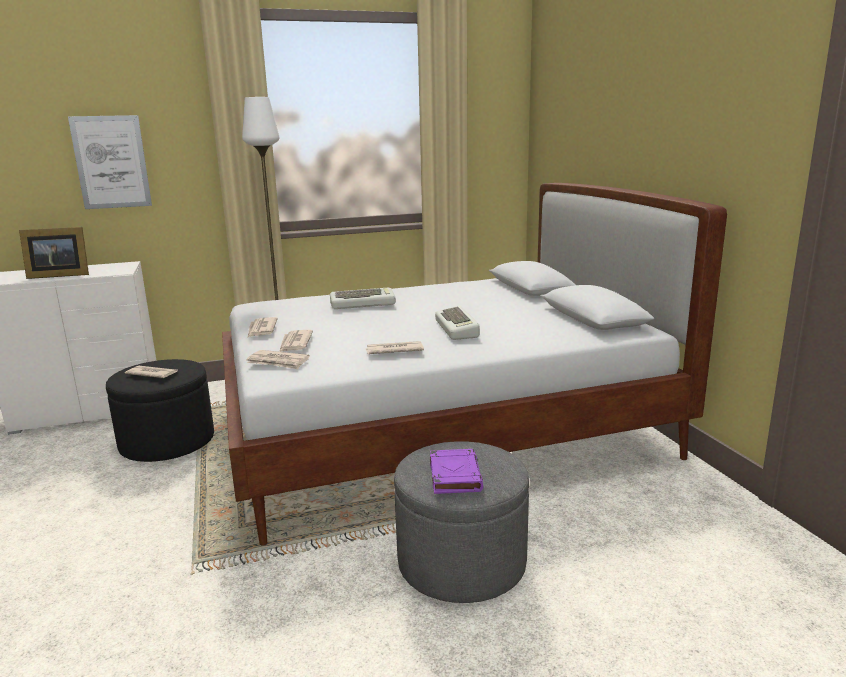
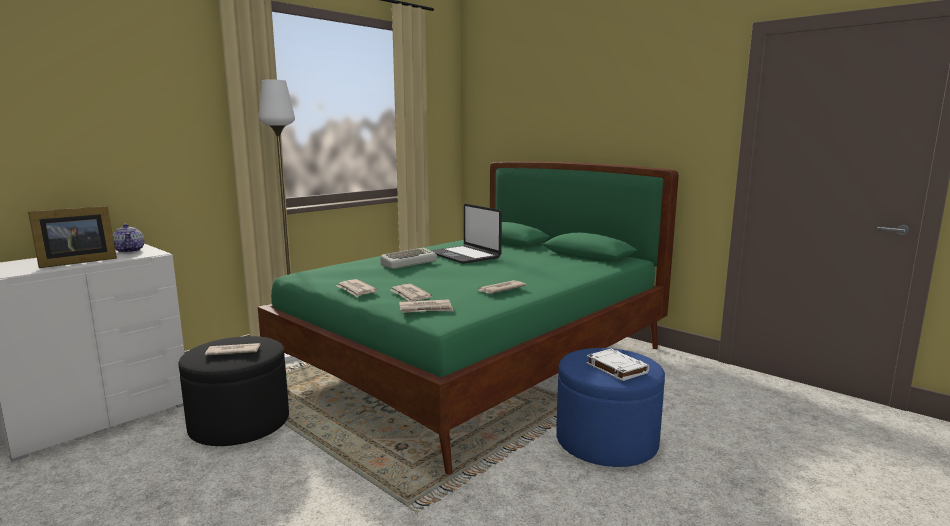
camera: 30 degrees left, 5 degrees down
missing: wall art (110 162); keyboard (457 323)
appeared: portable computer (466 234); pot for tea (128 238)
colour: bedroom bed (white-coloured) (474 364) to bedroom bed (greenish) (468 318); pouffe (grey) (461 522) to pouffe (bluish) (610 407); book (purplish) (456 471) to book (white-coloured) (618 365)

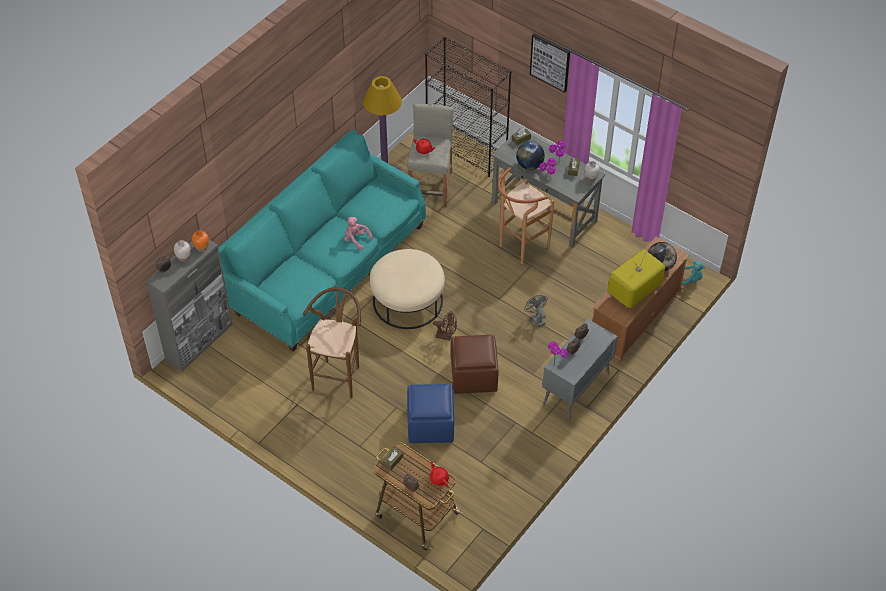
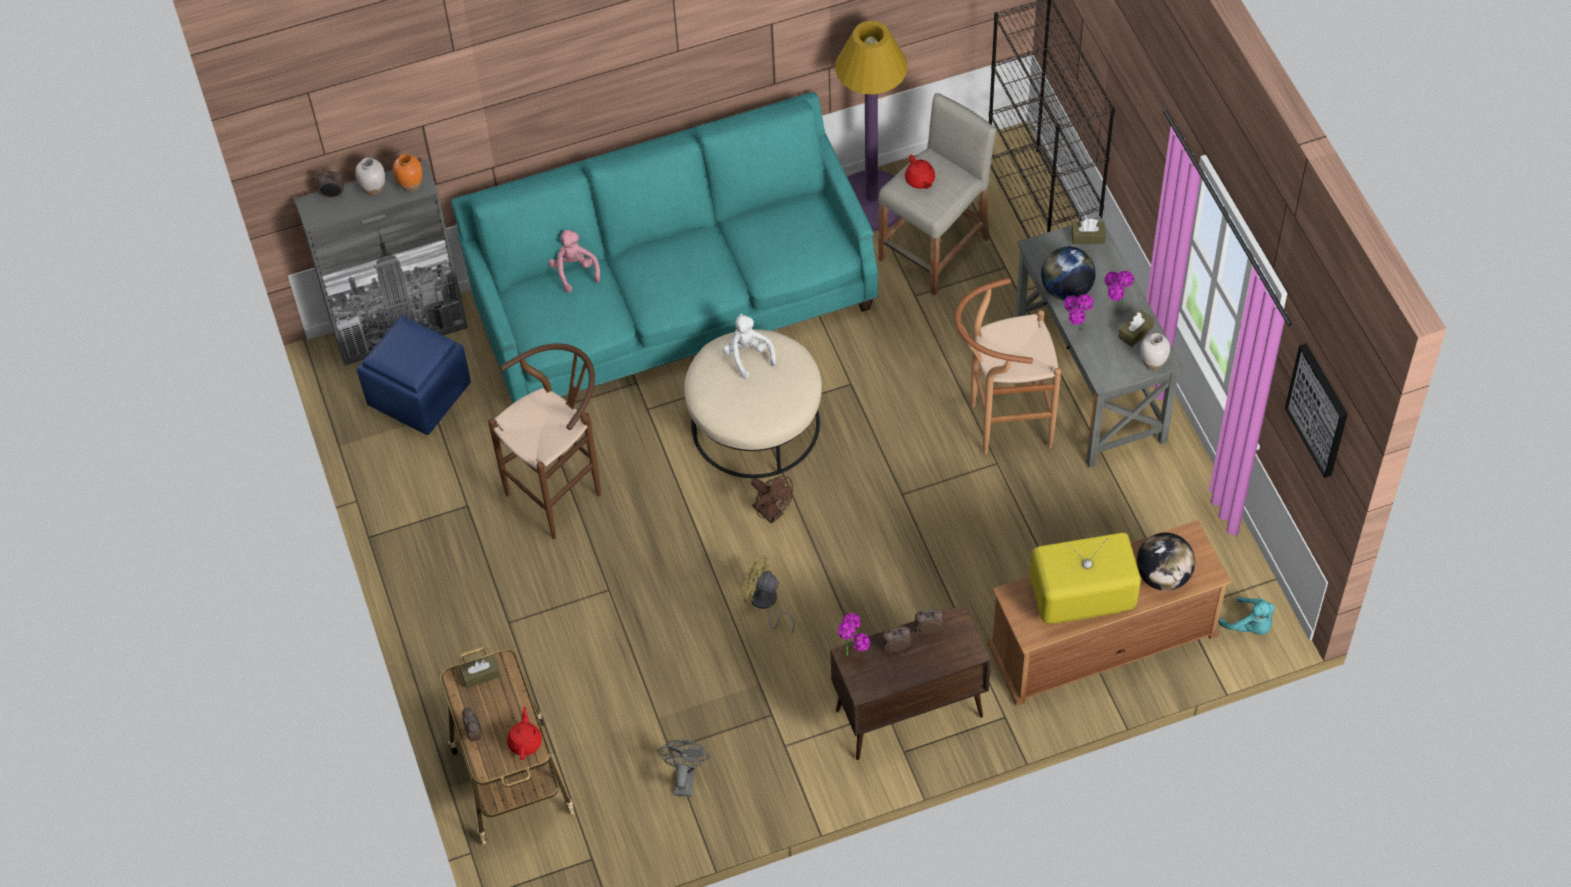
camera: 35 degrees right, 5 degrees up
appeared: soft toy (white-coloured) (749 346)
relocated: wall art (550 63) to (1316 411); soft toy (pink) (358 233) to (574 261); fan (grey) (536 311) to (683 768); pouffe (bluish) (430 413) to (414 375)
exchanged: pouffe (brown) (475 364) to fan (yellowish) (768 594)
colour: cupboard (grey) (579 370) to cupboard (brown) (910 682)

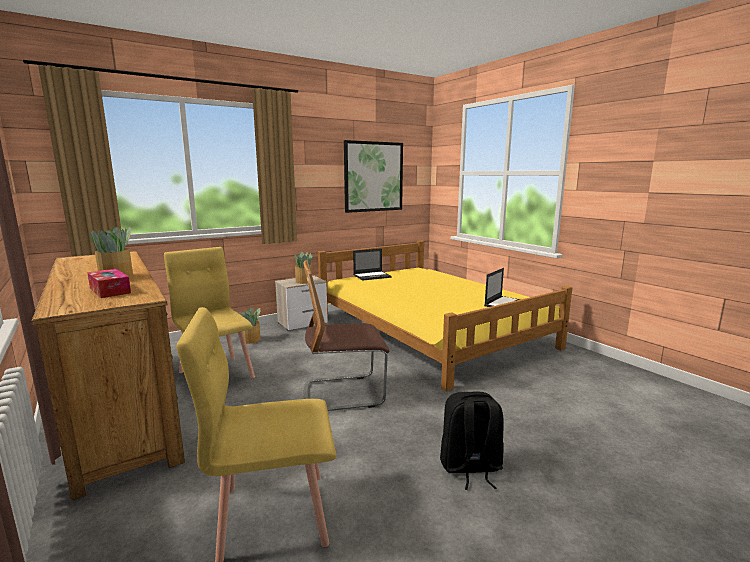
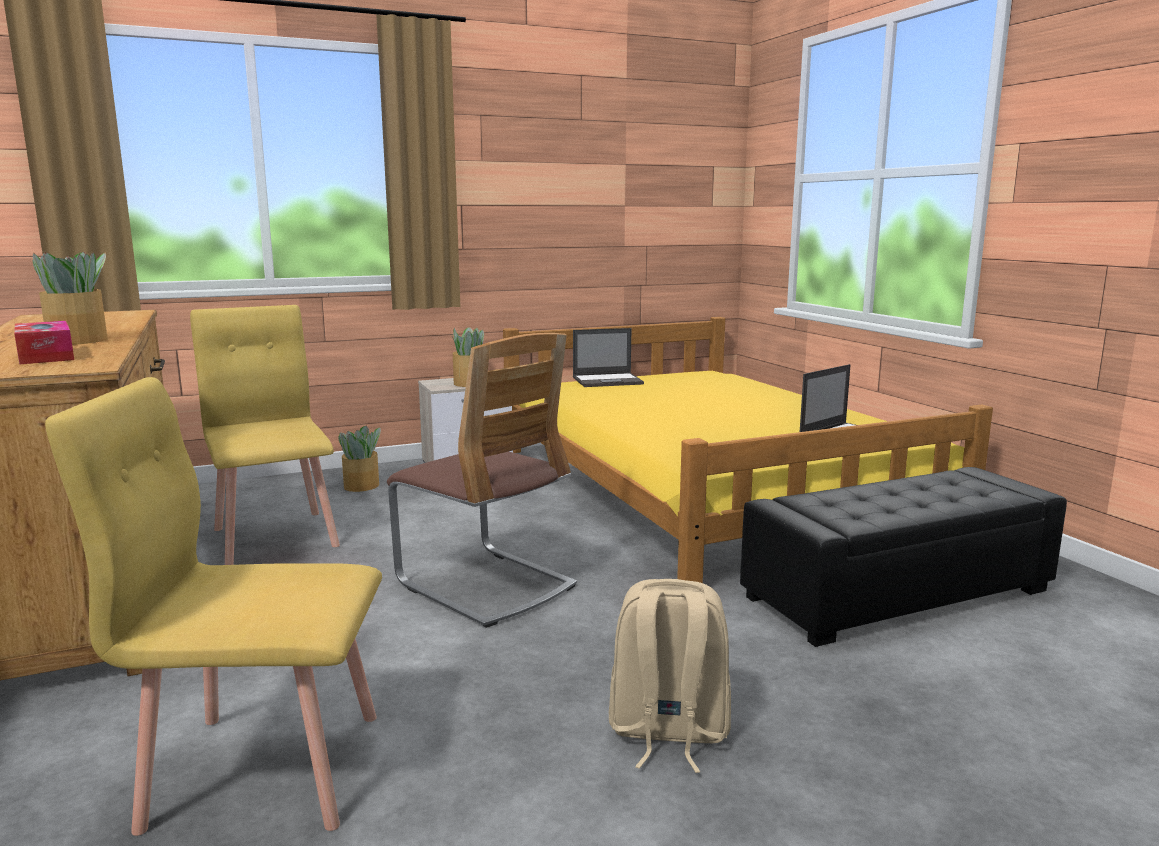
camera: 10 degrees right, 0 degrees up
missing: wall art (373 176)
appeared: pouffe (black) (903 557)
colour: rucksack (black) (472 441) to rucksack (beige) (670 676)
spun: plain chair (346 335) = (482 480) 135 degrees counterclockwise

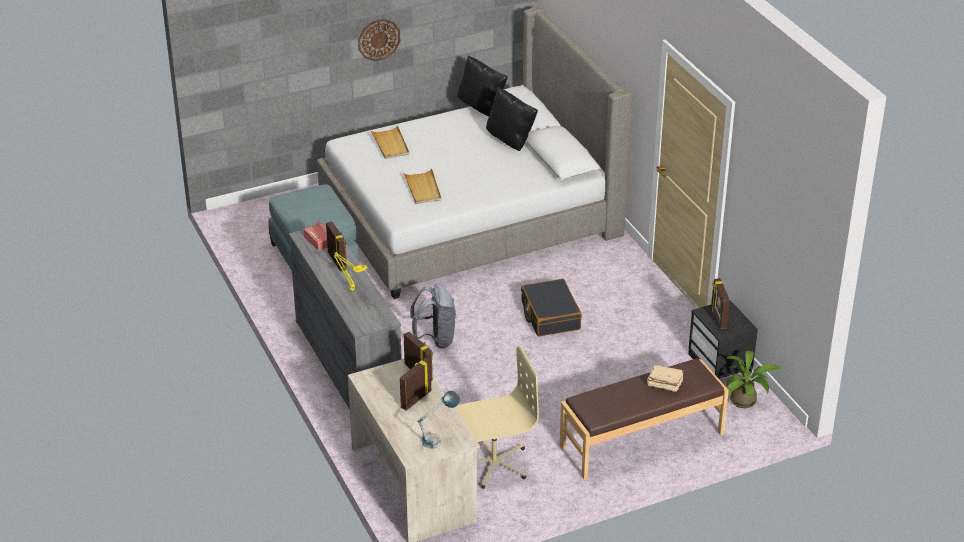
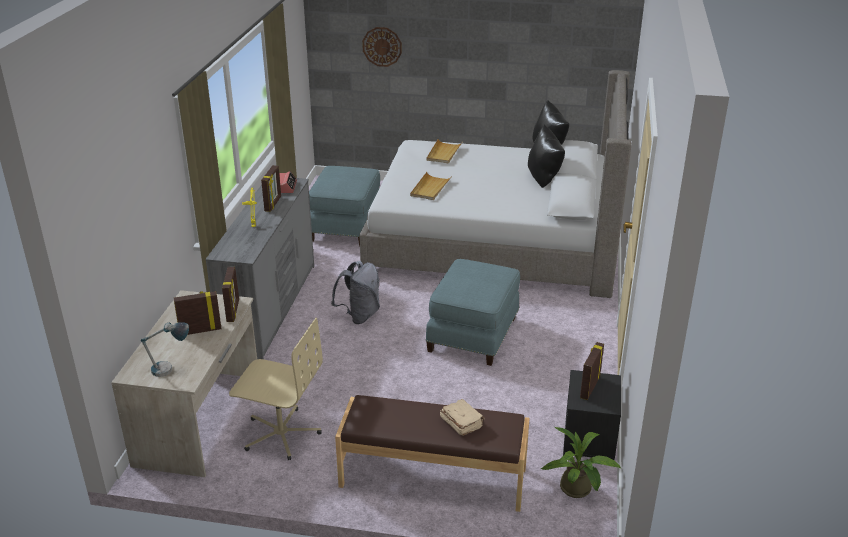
camera: 35 degrees right, 5 degrees down
relocated: clock on the wall (379 40) to (382 47)
exchanged: travel case (black) (551 308) to pouffe (bluish) (473 312)

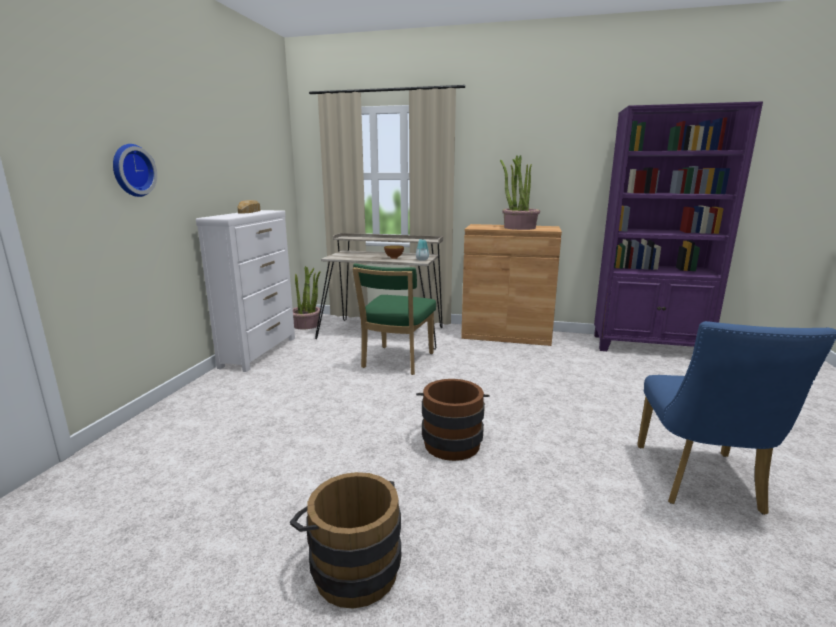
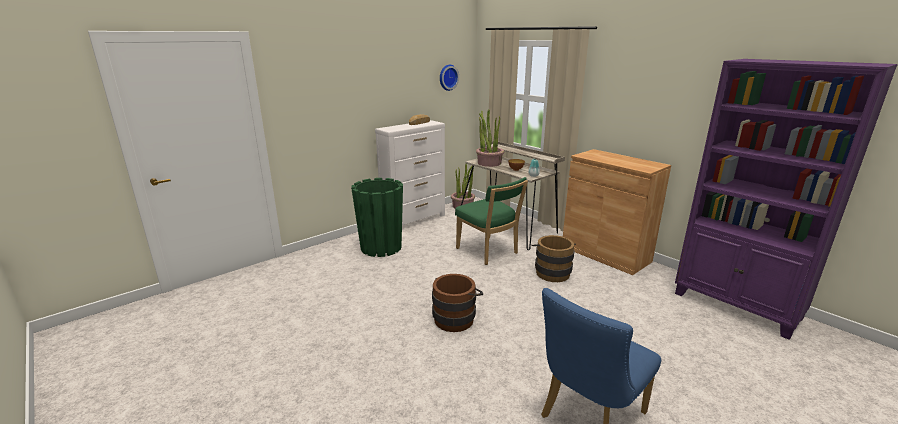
camera: 35 degrees right, 5 degrees up
appeared: planter (greenish) (377 217)
relocated: clock on the wall (135 170) to (449 78); houseplant (520 192) to (490 138); pail (brown) (345 540) to (553 258)
spun: plain chair (greenish) (394 319) = (491 221) 90 degrees counterclockwise

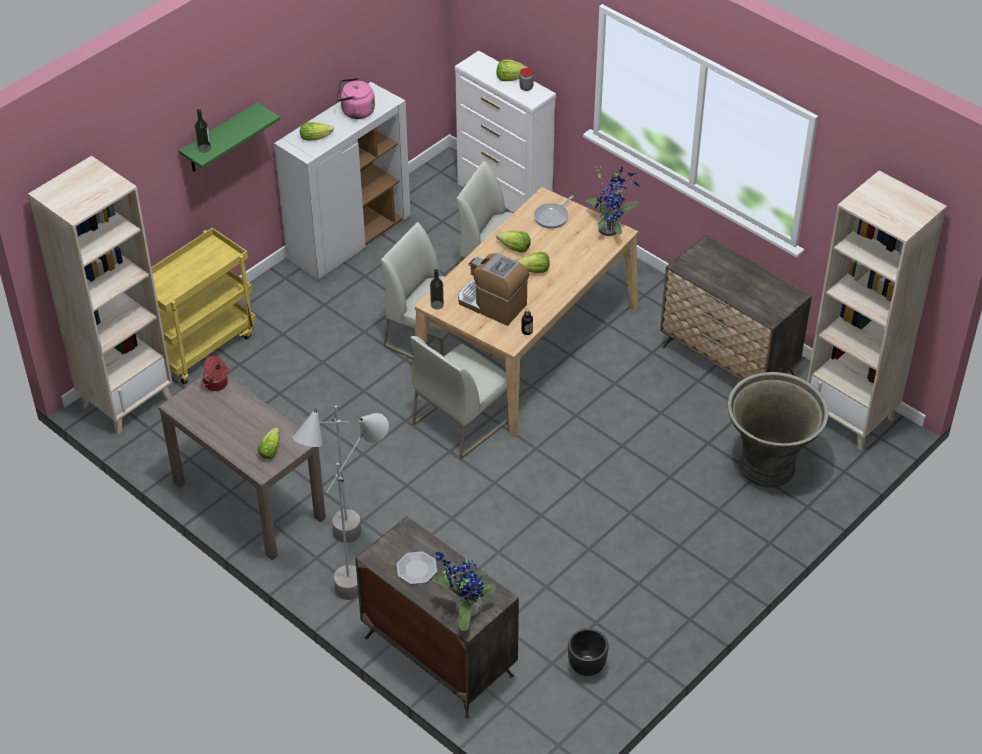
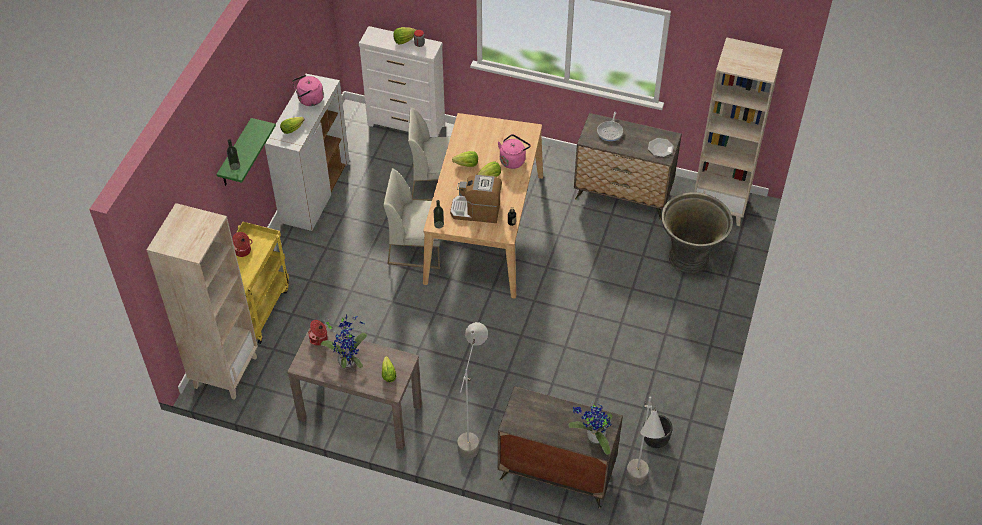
camera: 25 degrees left, 5 degrees up
missing: plain chair (white-coloured) (459 398)
appeared: water kettle (pink) (514 151); saucepot (242 244)
relocated: houseplant (613 201) to (343 341); frying pan (554 212) to (610 126); floor lamp (grey) (327 474) to (645 441); flat dish (416 567) to (661 147)

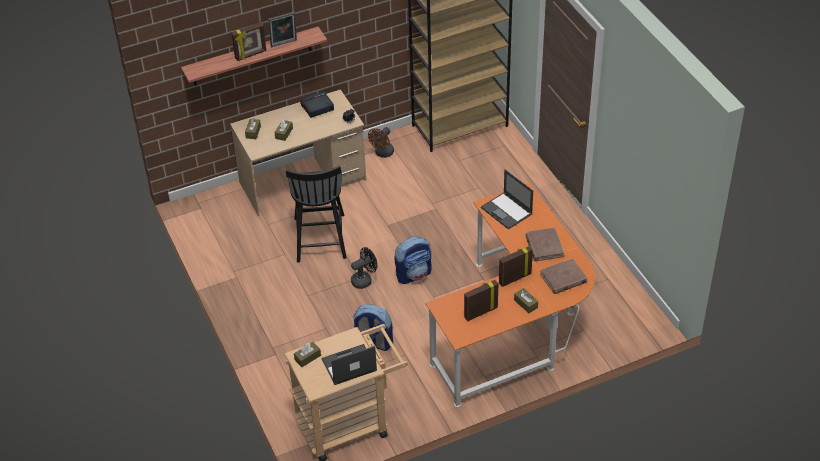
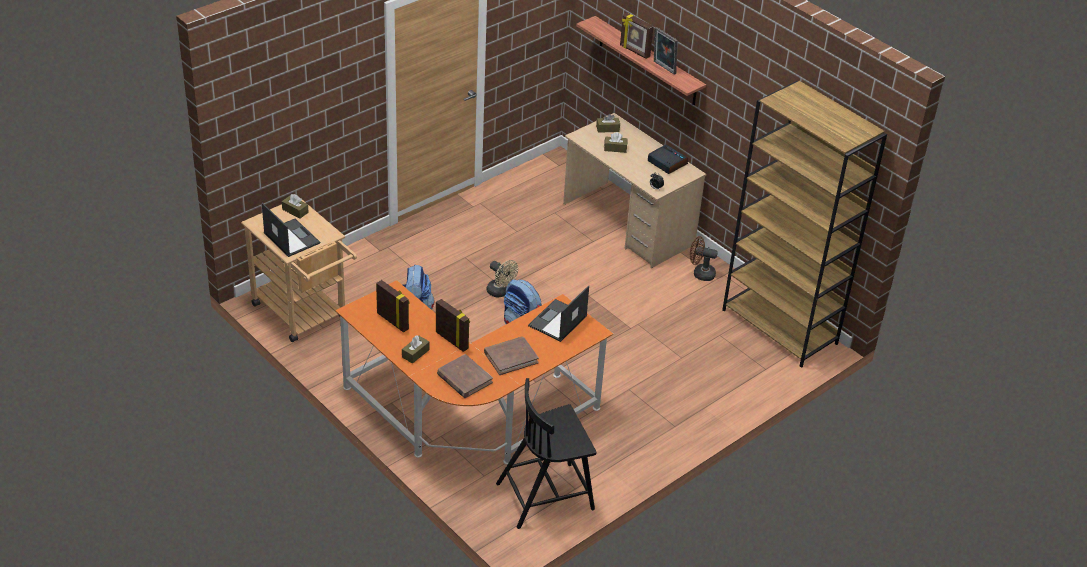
camera: 70 degrees right, 5 degrees down
relocated: plain chair (black) (316 213) to (546 453)
colour: fan (black) (364 268) to fan (beige) (502 278)

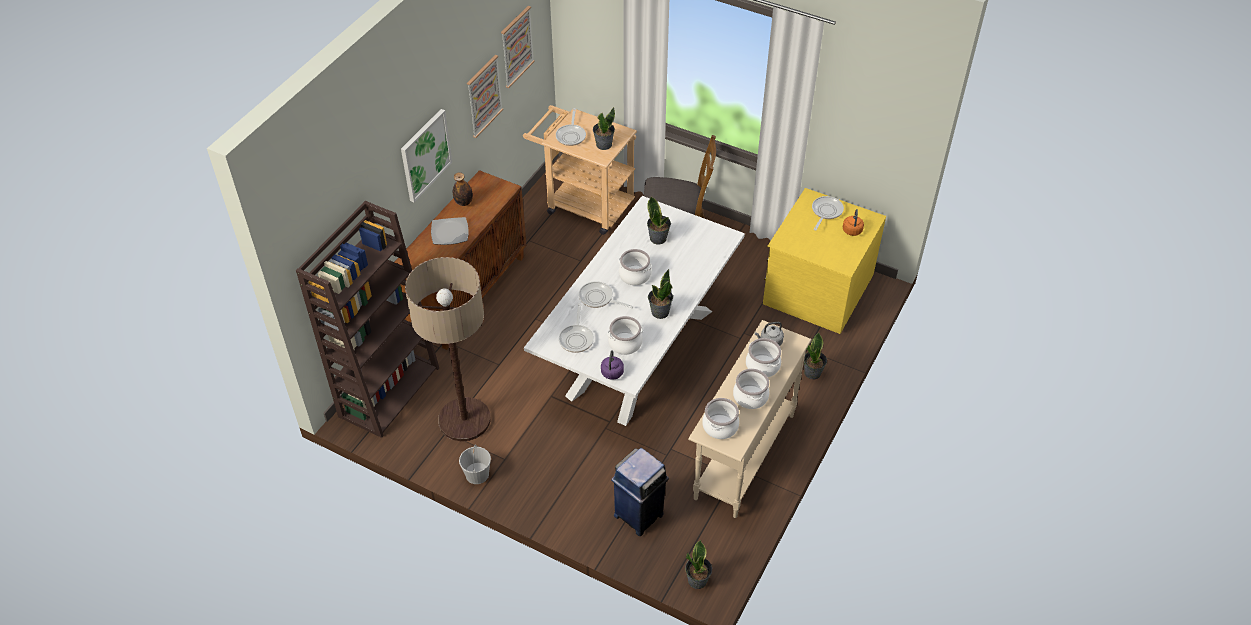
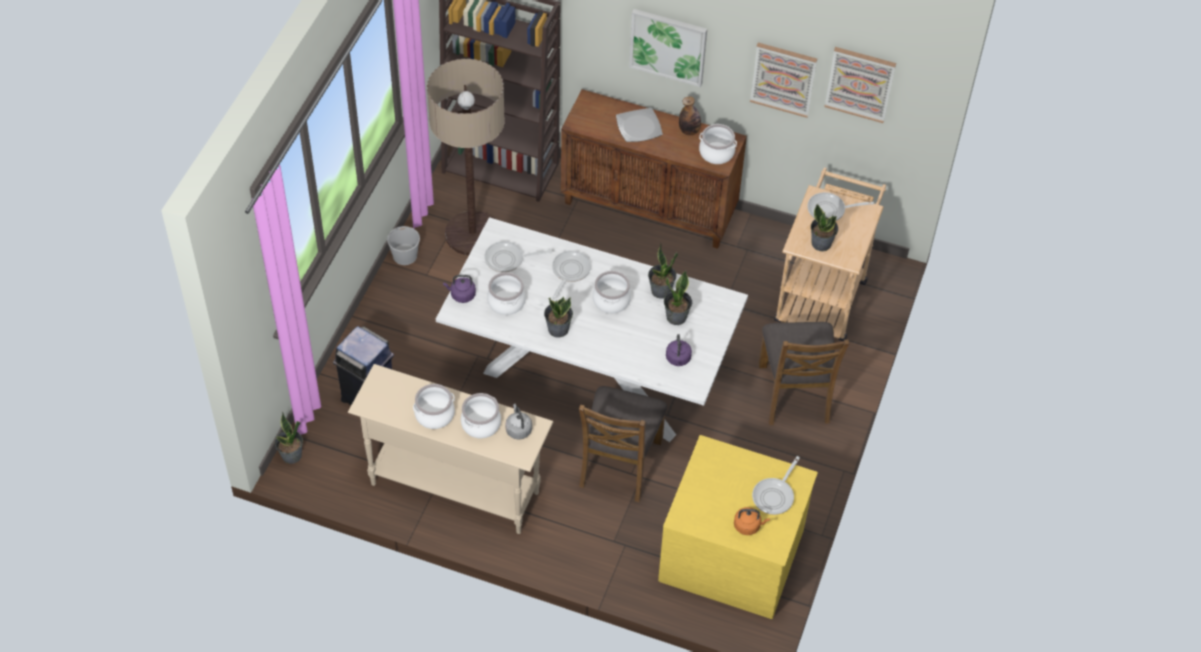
camera: 80 degrees right, 5 degrees up
appeared: water kettle (purplish) (679 350); plain chair (brown) (623 444)
relocated: houseplant (815 356) to (663 270); saucepot (720 418) to (718 144)
spun: frying pan (828 213) = (776 485) 105 degrees clockwise

